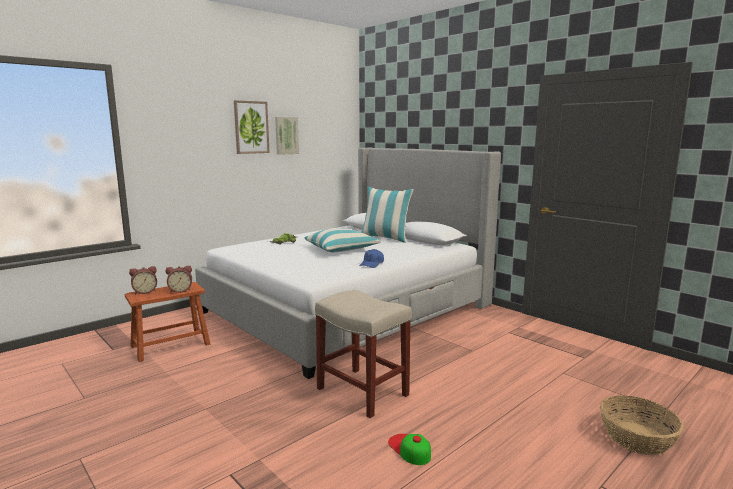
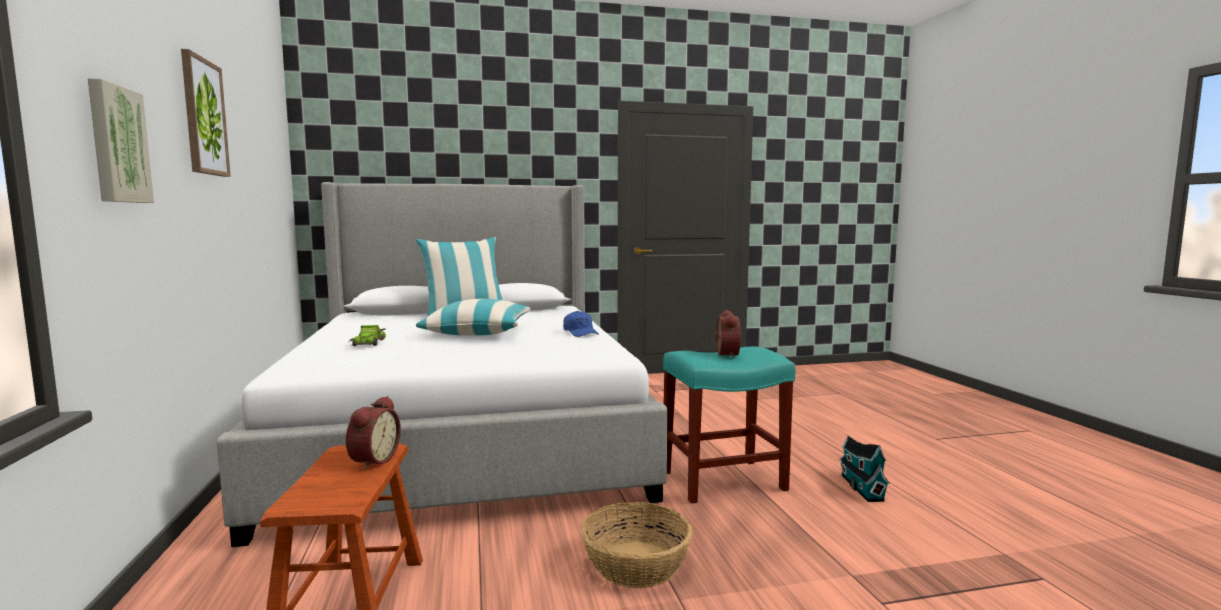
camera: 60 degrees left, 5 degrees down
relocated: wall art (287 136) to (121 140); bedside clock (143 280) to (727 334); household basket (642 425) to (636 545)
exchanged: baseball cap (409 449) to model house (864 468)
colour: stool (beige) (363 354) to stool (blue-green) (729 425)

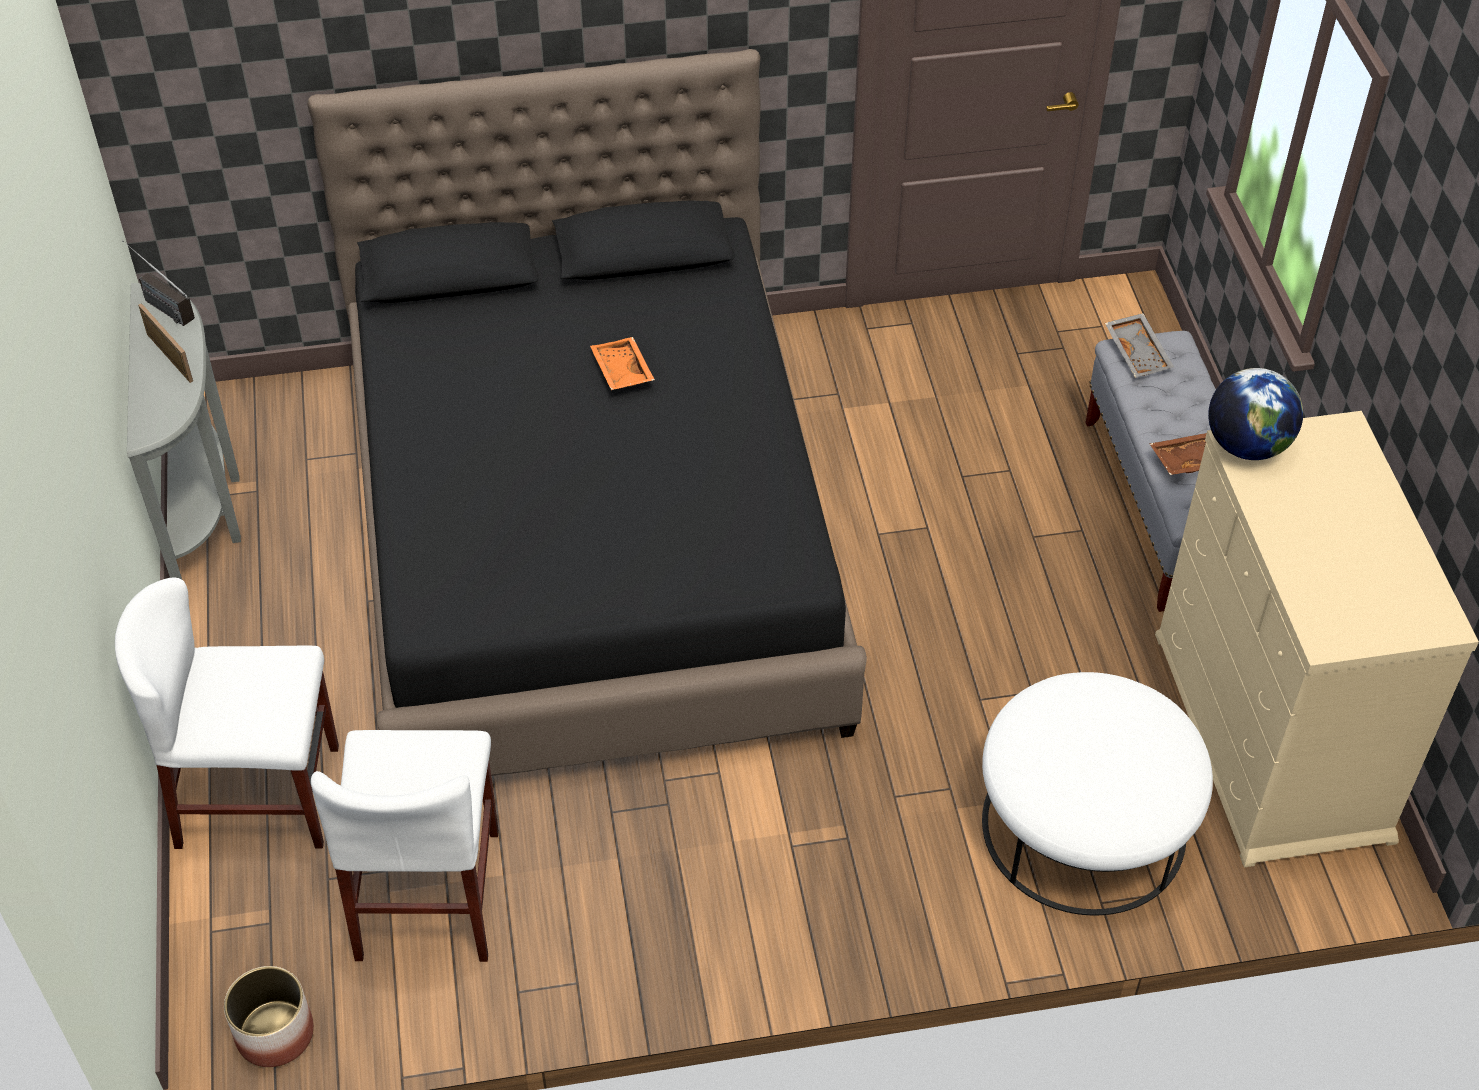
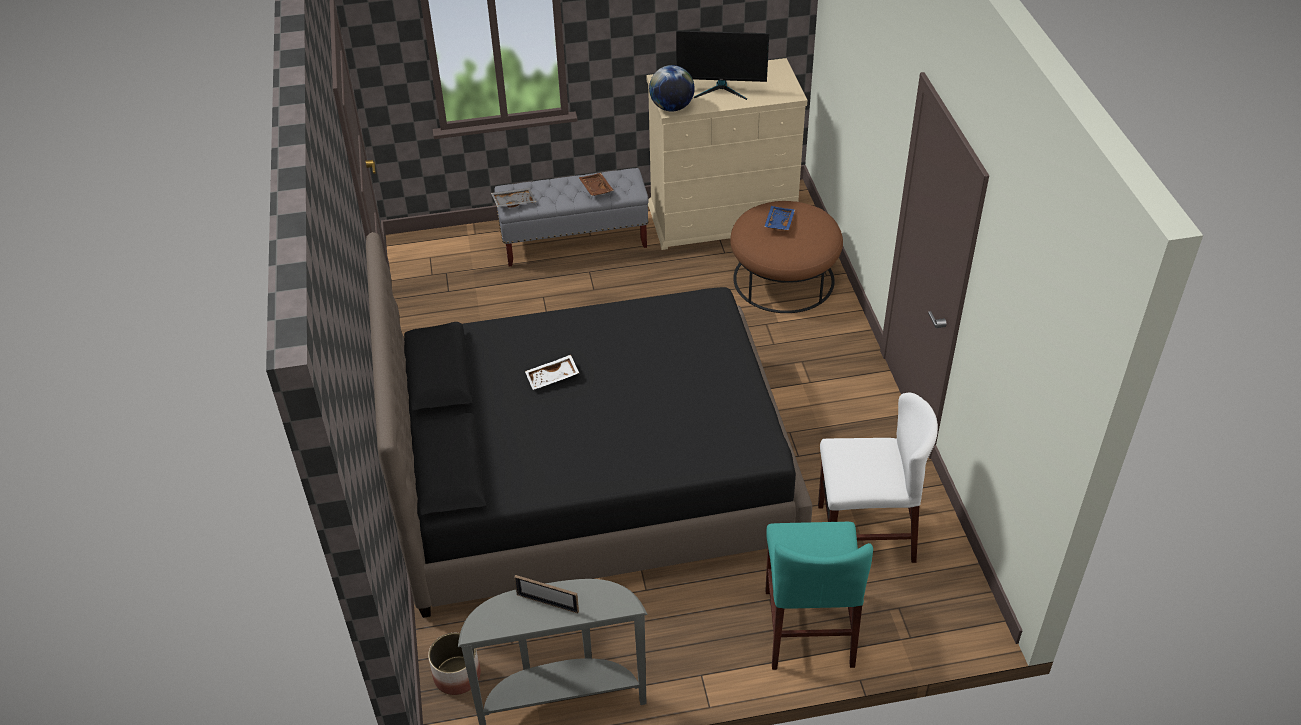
camera: 90 degrees left, 5 degrees down
missing: radio receiver (158 283)
appeared: computer display (722 65); serving tray (bluish) (779 218)
relocated: planter (269 1016) to (454 664)
colour: serving tray (orange) (622 363) to serving tray (white-coloured) (552 372); plain chair (white-coloured) (227 713) to plain chair (blue-green) (819 596); pouffe (white-coloured) (1097 794) to pouffe (brown) (786 257)
spun: standing frame (165 343) = (546 594) 120 degrees counterclockwise

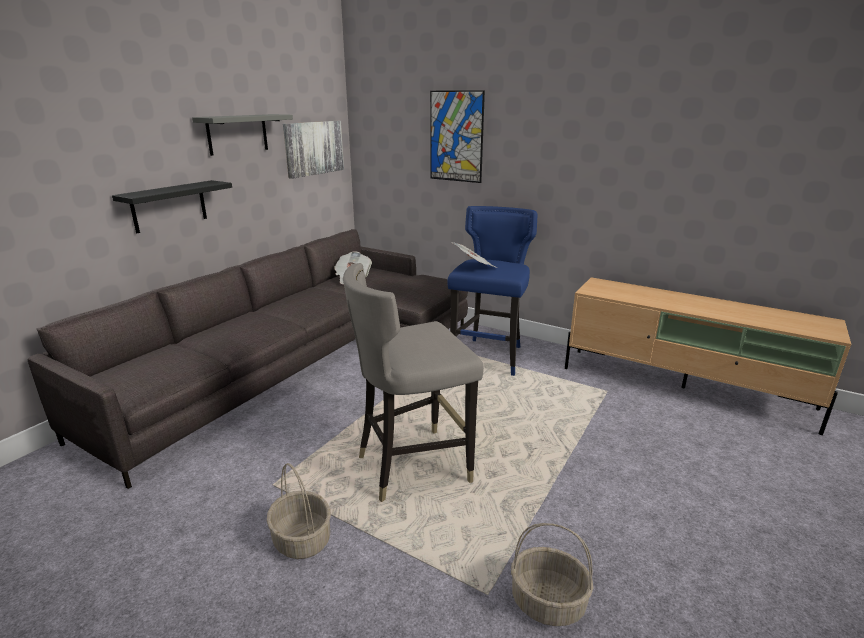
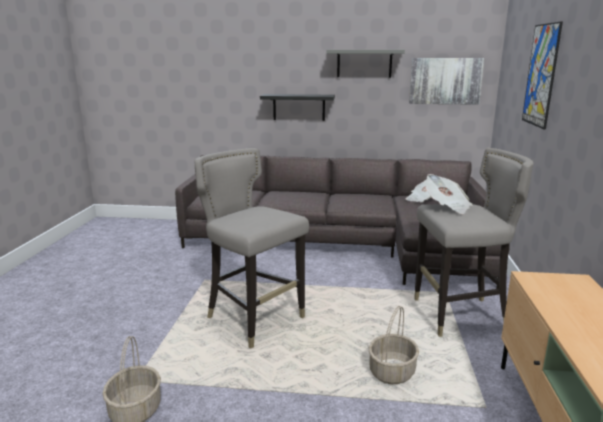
camera: 65 degrees right, 5 degrees down
relocated: household basket (299 511) to (394 345)
colour: stool (bluish) (492 291) to stool (grey) (474 242)

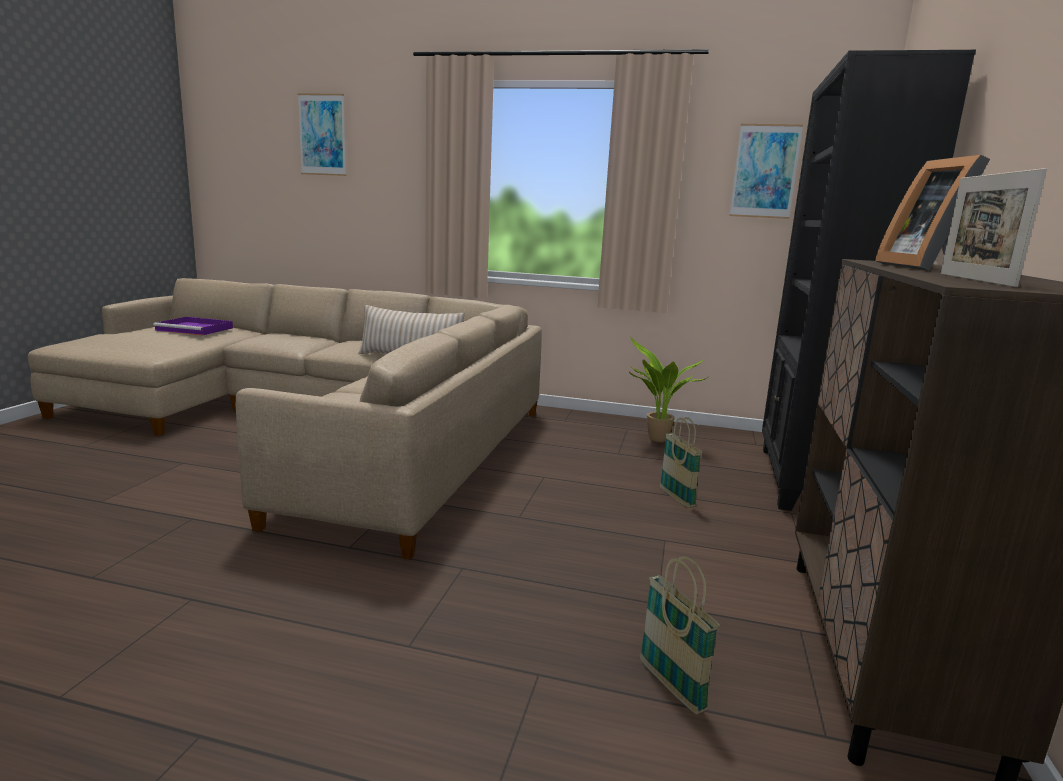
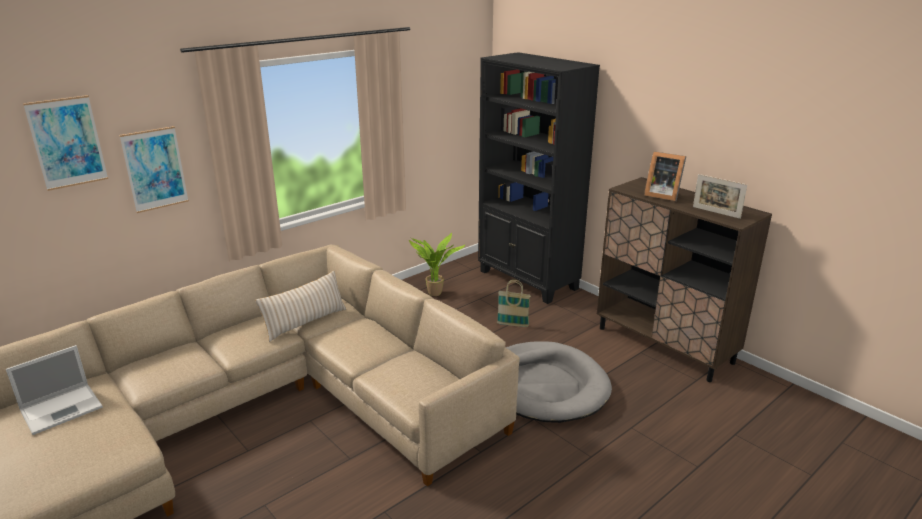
camera: 55 degrees left, 10 degrees up
missing: household basket (680 635)
appeared: dog bed (grey) (558 382)
relocated: wall art (766 171) to (154 169)
exchanged: serving tray (purplish) (193 326) to portable computer (54 390)

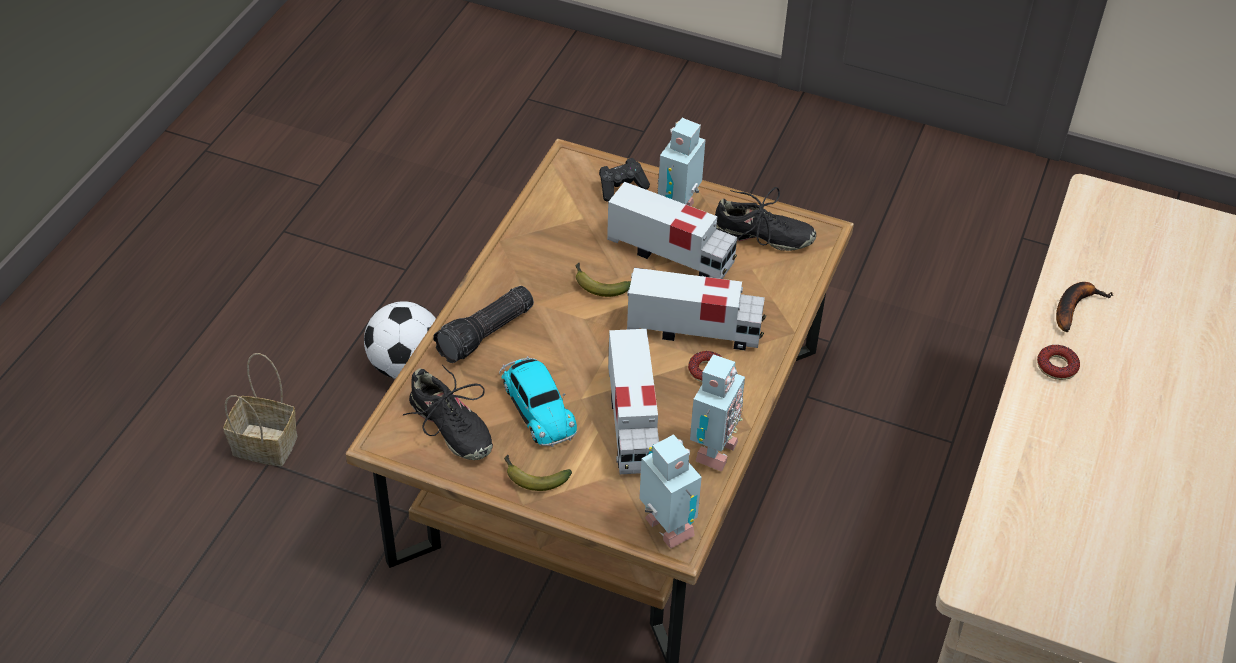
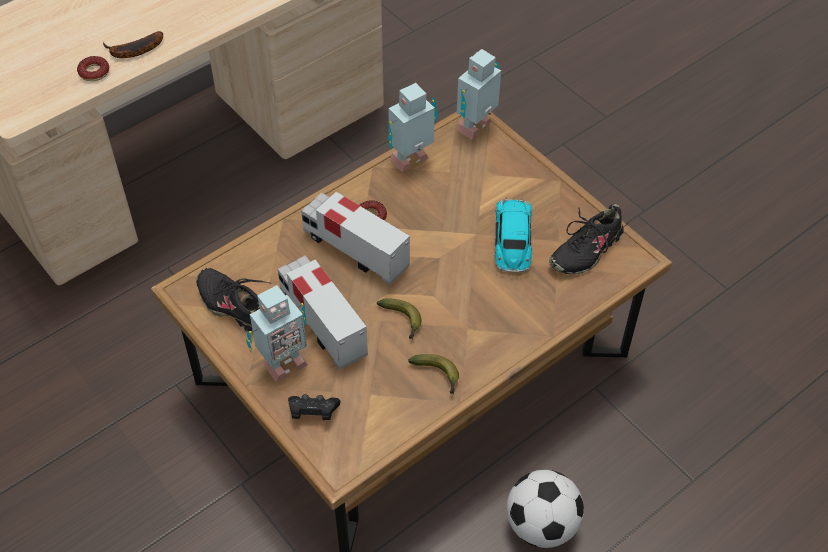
camera: 150 degrees left, 5 degrees up
missing: hand torch (483 324); toy lorry (633 401); household basket (260 409)
relocated: ring doughnut (1058 362) to (93 68); banana fruit (538 473) to (433 374)
spun: shoe (black) (448 412) = (588 239) 120 degrees counterclockwise; robot figure (670 491) = (478 94) 45 degrees clockwise

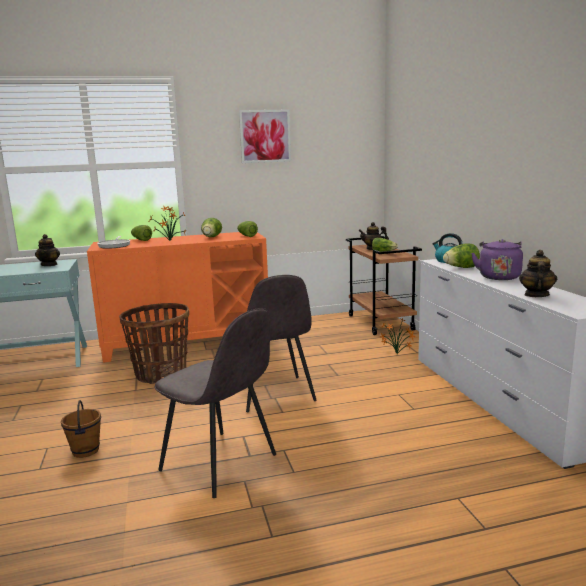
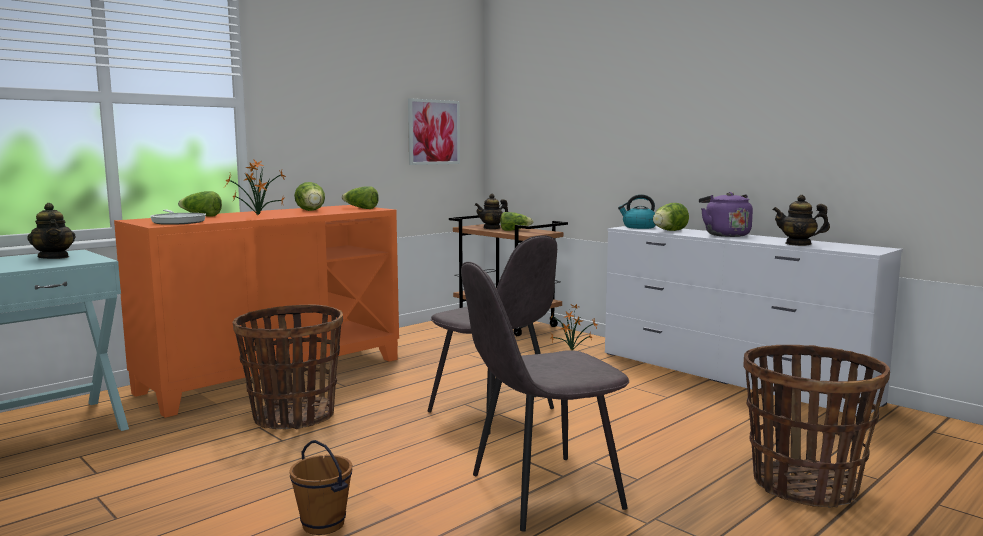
camera: 30 degrees left, 5 degrees down
appeared: household basket (816 426)
relocated: wall art (265 136) to (434 131)
spun: pot for tea (538 273) = (801 220) 60 degrees counterclockwise; plain chair (grey) (215 403) = (545 396) 150 degrees clockwise

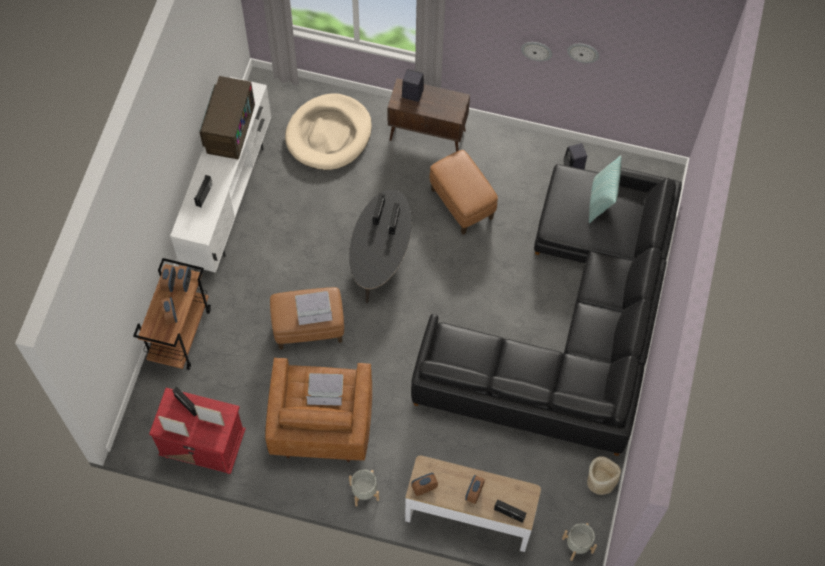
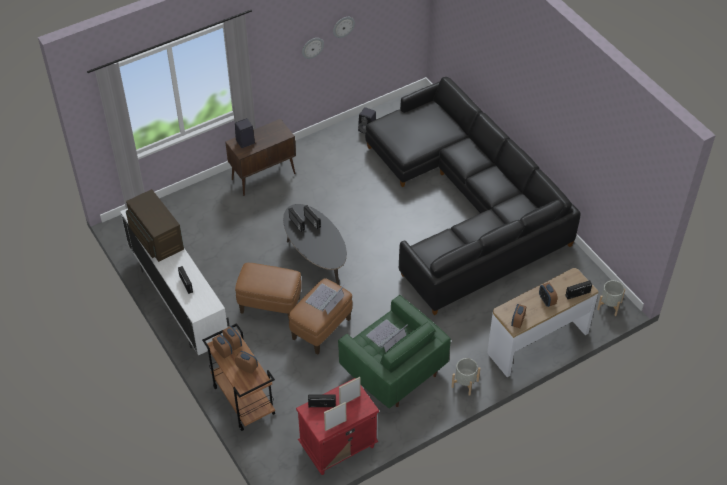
camera: 45 degrees left, 15 degrees down
missing: dog bed (beige) (328 131); pillow (605 189); planter (beige) (604 475)
relocated: pouffe (brown) (464 192) to (268 290)
colour: lounge chair (brown) (318 409) to lounge chair (greenish) (394 351)

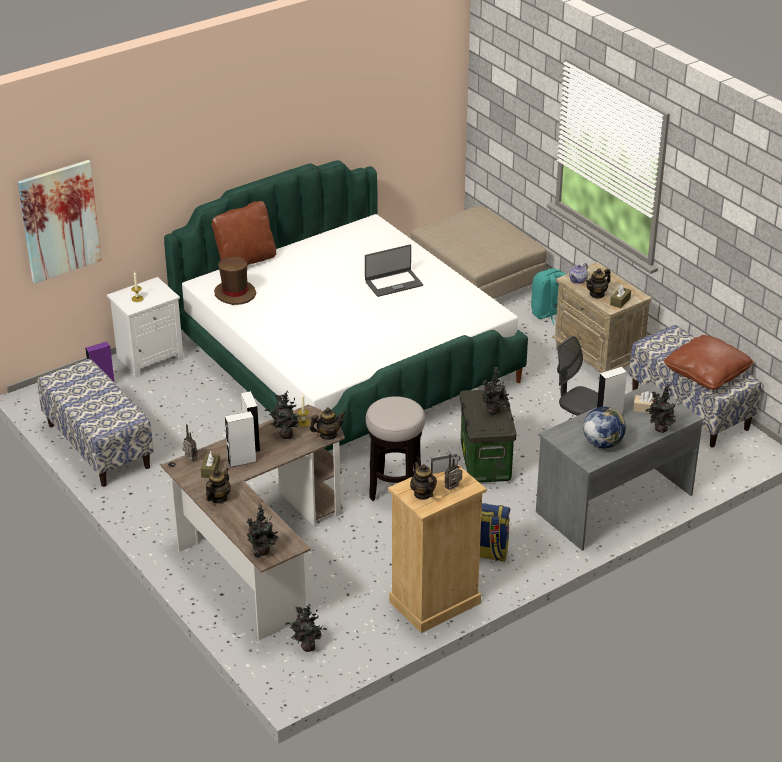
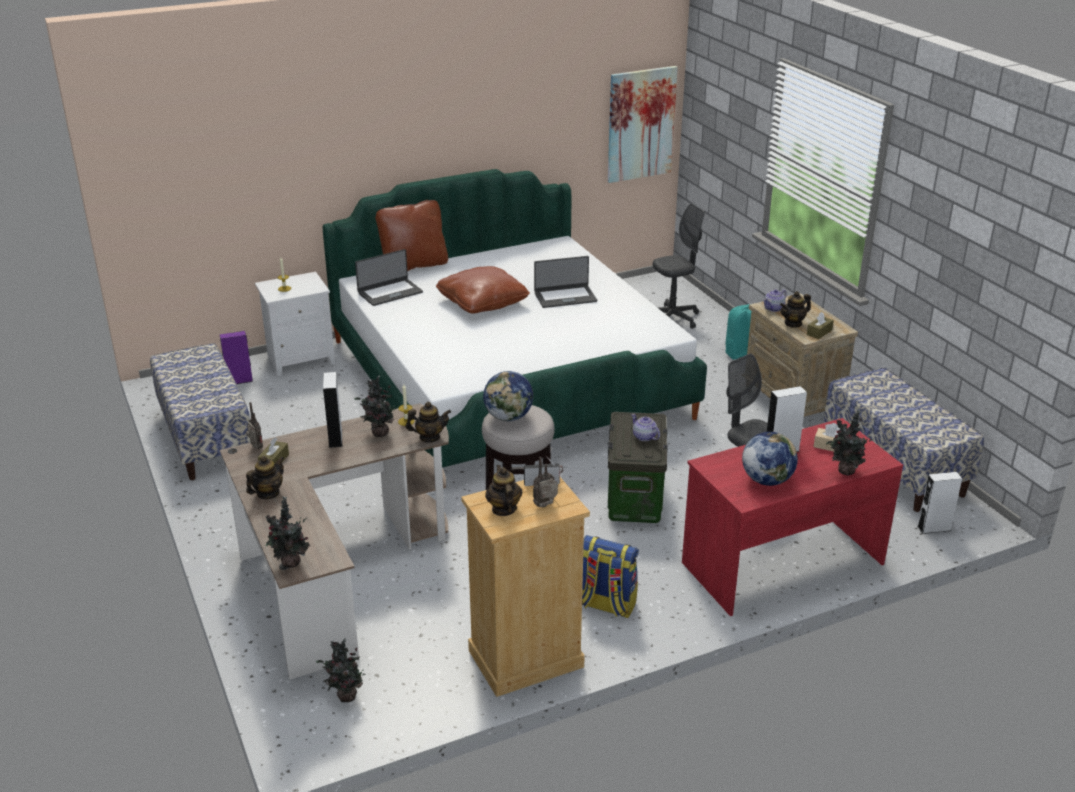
camera: 10 degrees right, 5 degrees down
appeared: globe (508 396)
relocated: wall art (60 222) to (643 124); pillow (brown) (709 362) to (483 290); audio speaker (white-coloured) (241 439) to (939 503)
exchanged: pouffe (beige) (479 252) to computer chair (grey) (679 266); clothing hat (brown) (235 280) to portable computer (389 277); houseplant (495 391) to pot for tea (645 427)
colour: desk table (grey) (619 466) to desk table (reddish) (792 517)

